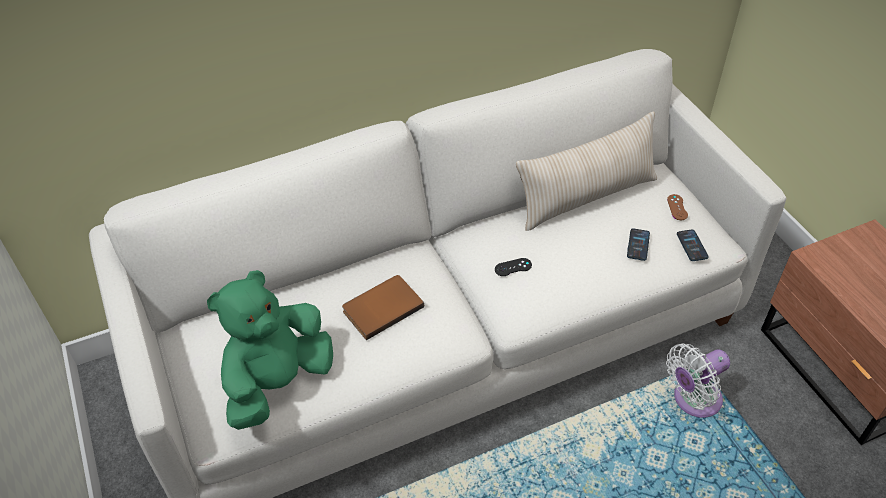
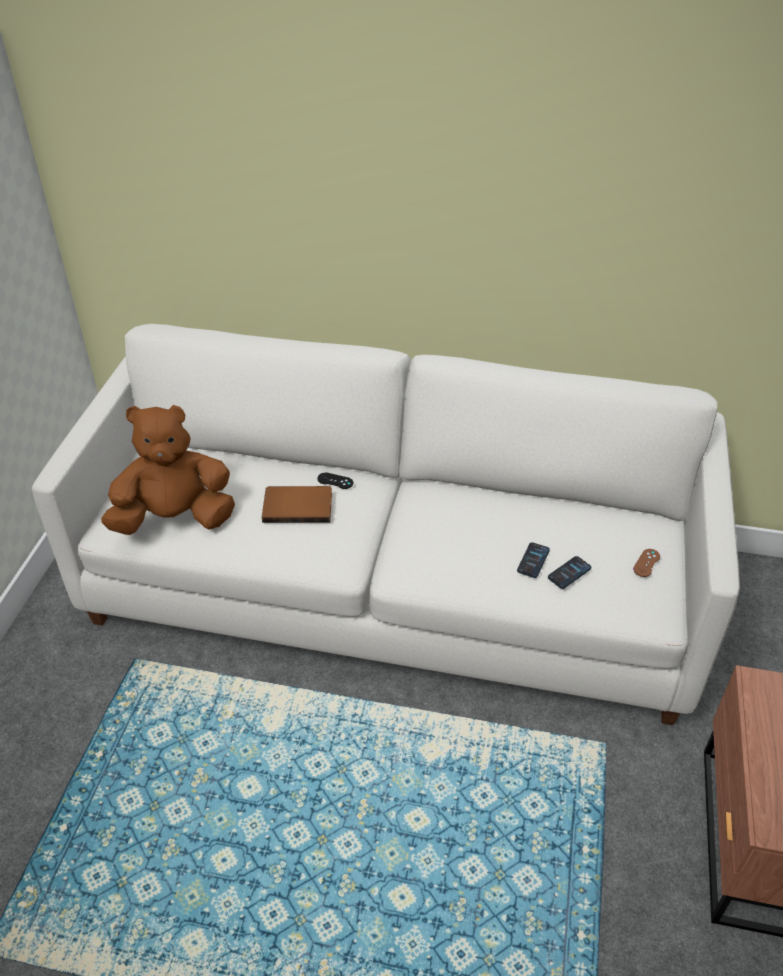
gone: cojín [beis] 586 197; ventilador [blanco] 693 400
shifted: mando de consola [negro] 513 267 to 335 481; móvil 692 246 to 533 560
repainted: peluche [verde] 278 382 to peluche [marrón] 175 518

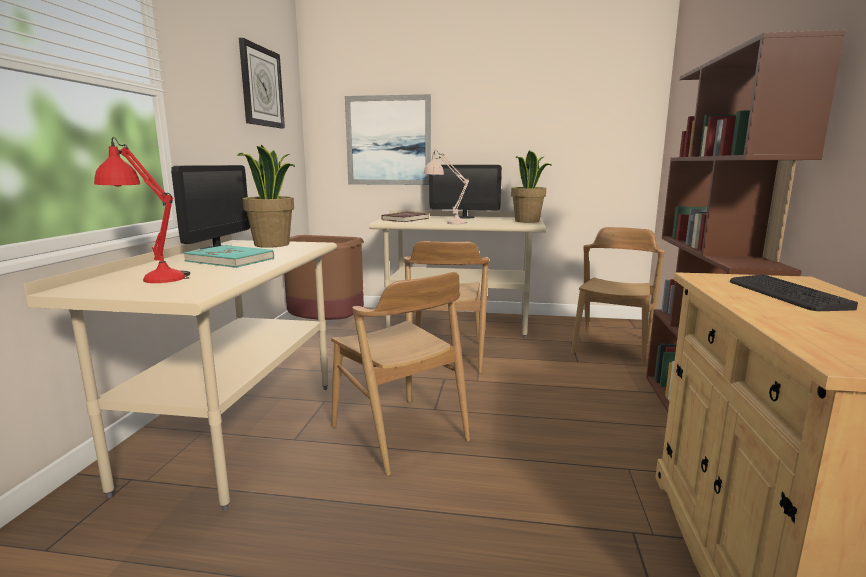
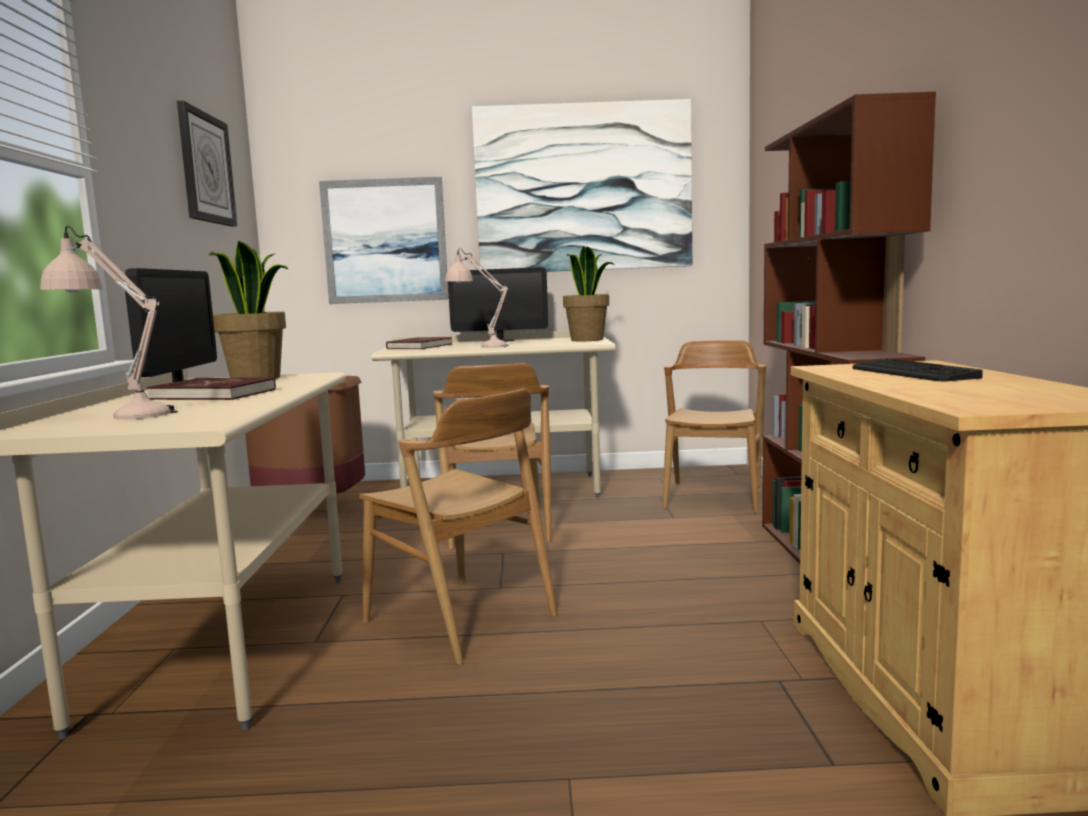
new: cuadro 583 188
repainted: lámpara de mesa [rojo] 150 277 to lámpara de mesa [beis] 119 414; libro [turquesa] 230 260 to libro [rojo] 214 394

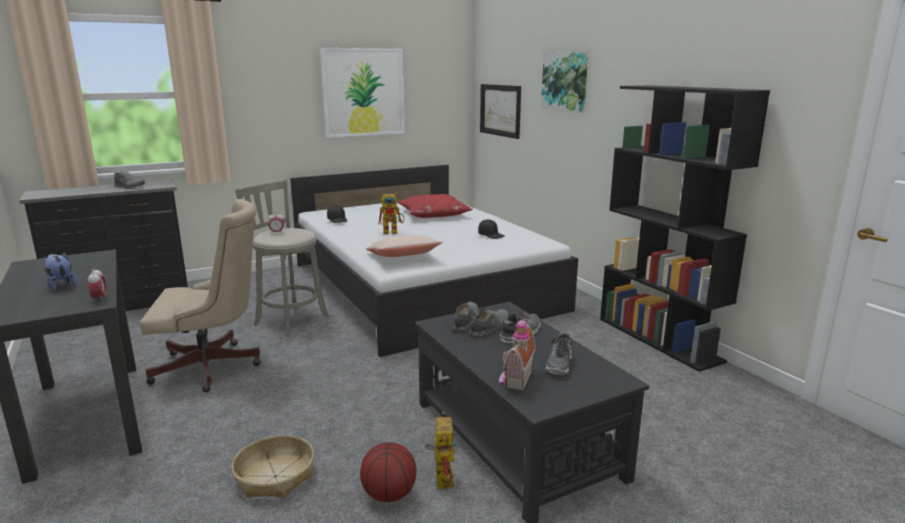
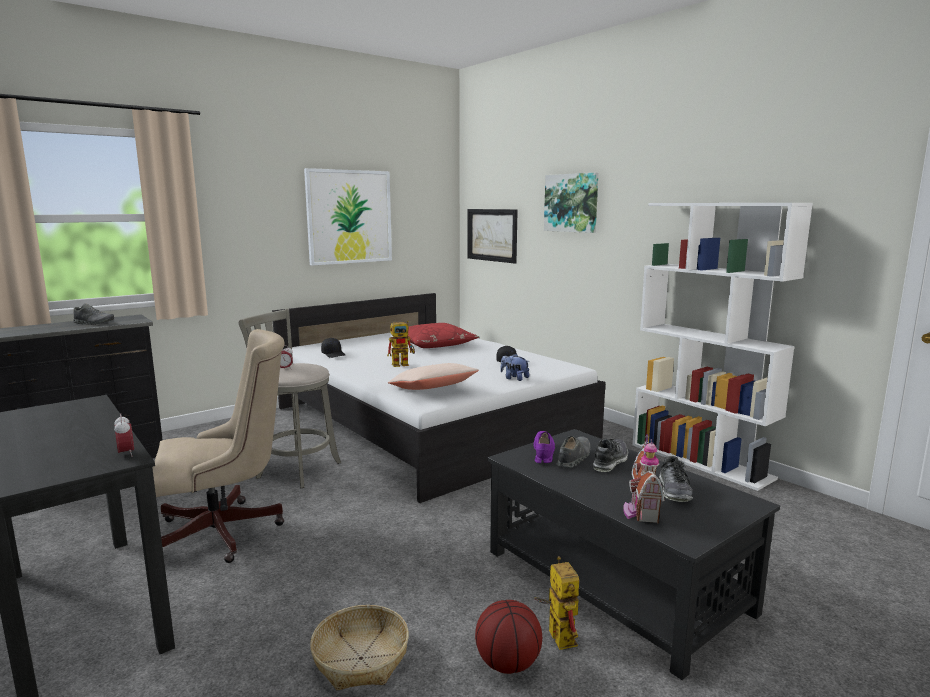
shifted: peluche 61 285 to 514 378
repainted: zapato [gris] 465 321 to zapato [morado] 543 453; estantería [negro] 659 339 to estantería [blanco] 701 461

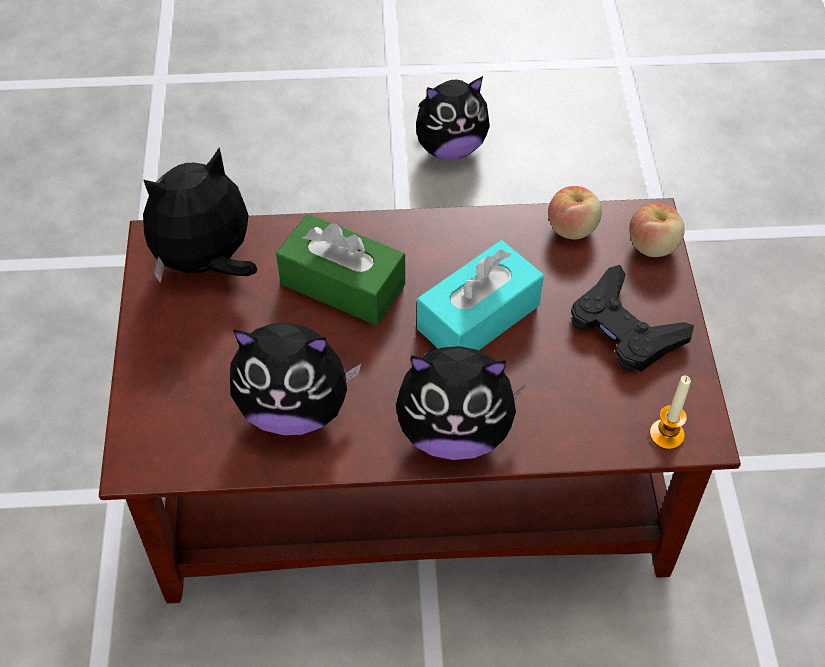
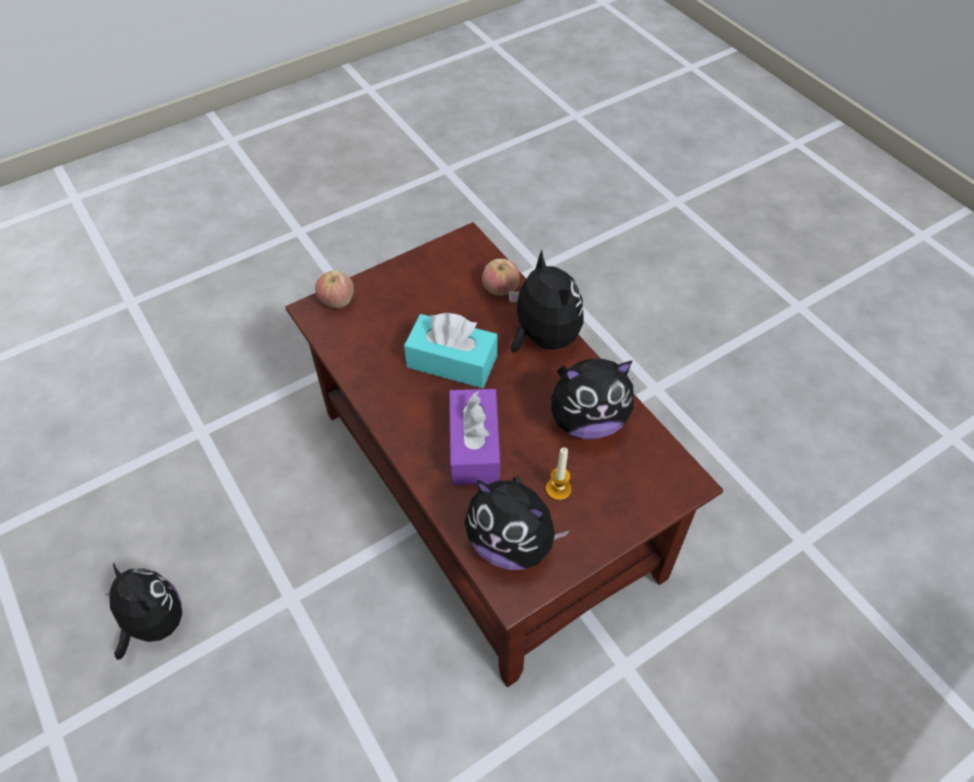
gone: mando de consola [negro] 624 328
shifted: manzana 572 228 to 500 289; vela 666 435 to 558 489
repainted: caja de pañuelos [verde] 342 284 to caja de pañuelos [morado] 474 446
rotated: peluche 294 408 = 587 421 105 degrees clockwise

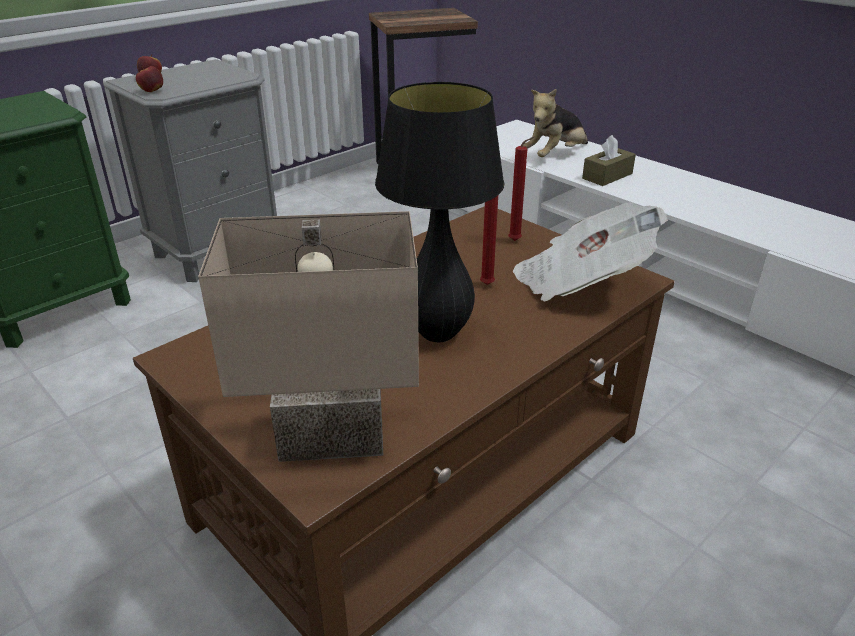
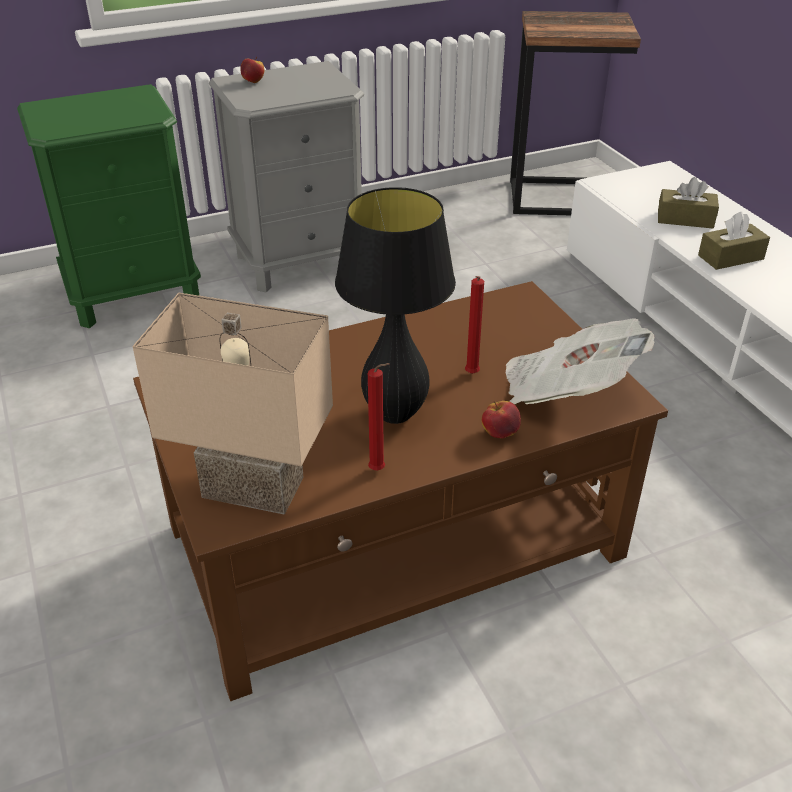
shifted: manzana 152 91 to 500 433; vela [rojo] 517 241 to 379 471
swapped: peluche 555 155 to caja de pañuelos [marrón] 685 219

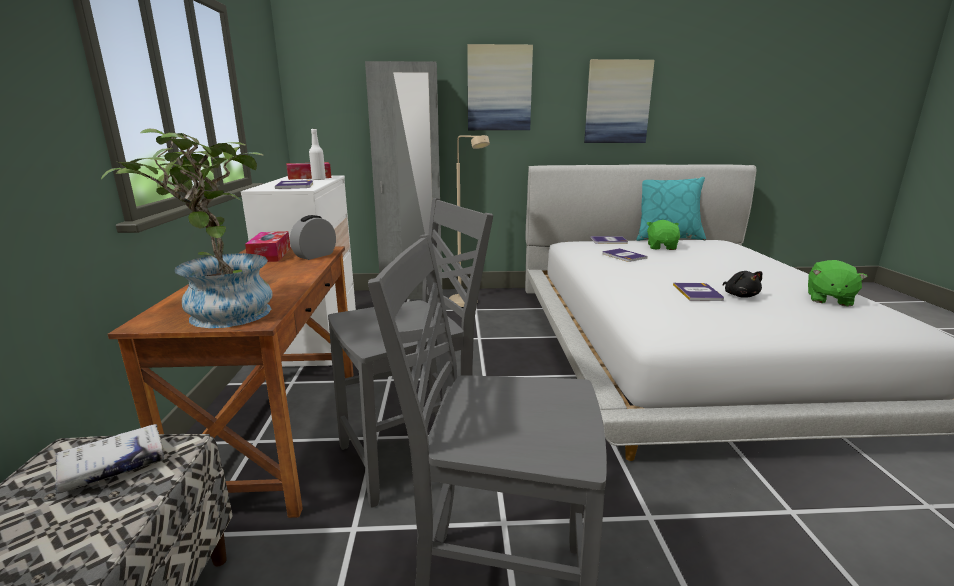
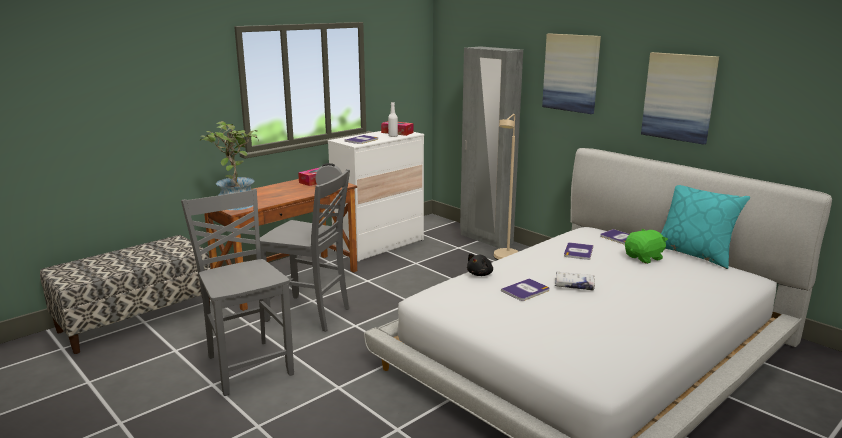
gone: peluche [verde] 828 299
shifted: libro [blanco] 113 466 to 574 285; peluche [negro] 740 295 to 480 274

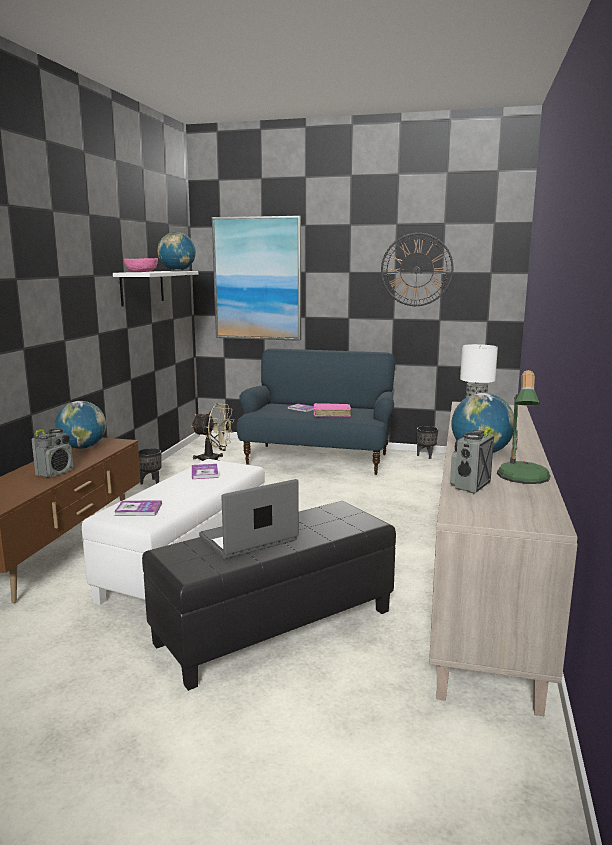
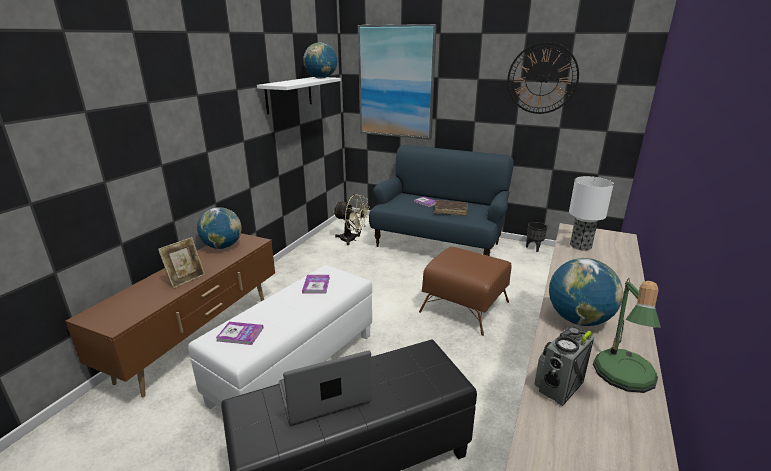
gone: cuenco [rosa] 141 272; maceta [negro] 151 482
new: puf [marrón] 465 307
swapped: radio 55 472 to portarretratos 186 279
repainted: libro [rosa] 332 414 to libro [marrón] 450 211

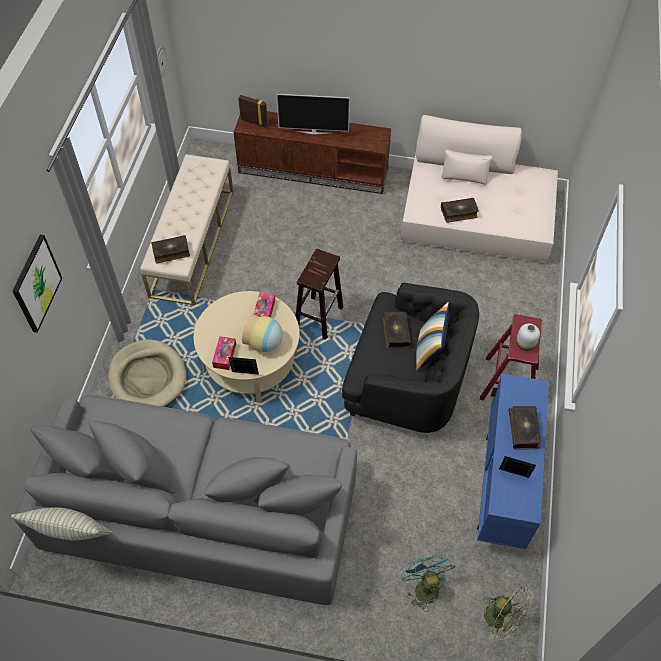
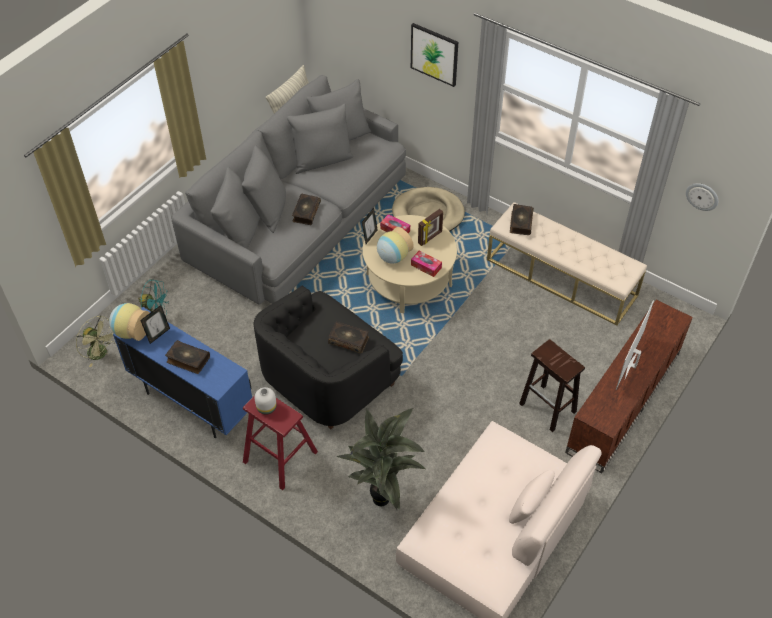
gone: cojín 429 351
new: florero 131 331; planta en maceta 385 500
shifted: portarretratos 254 121 to 430 238; taburete [marrón] 319 317 to 548 408; libro 459 213 to 306 212
rotated: ventilador [verde] 501 619 = 101 354 120 degrees counterclockwise

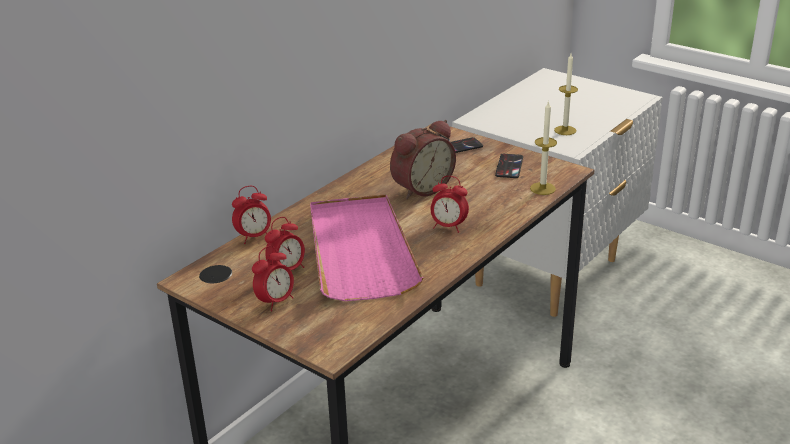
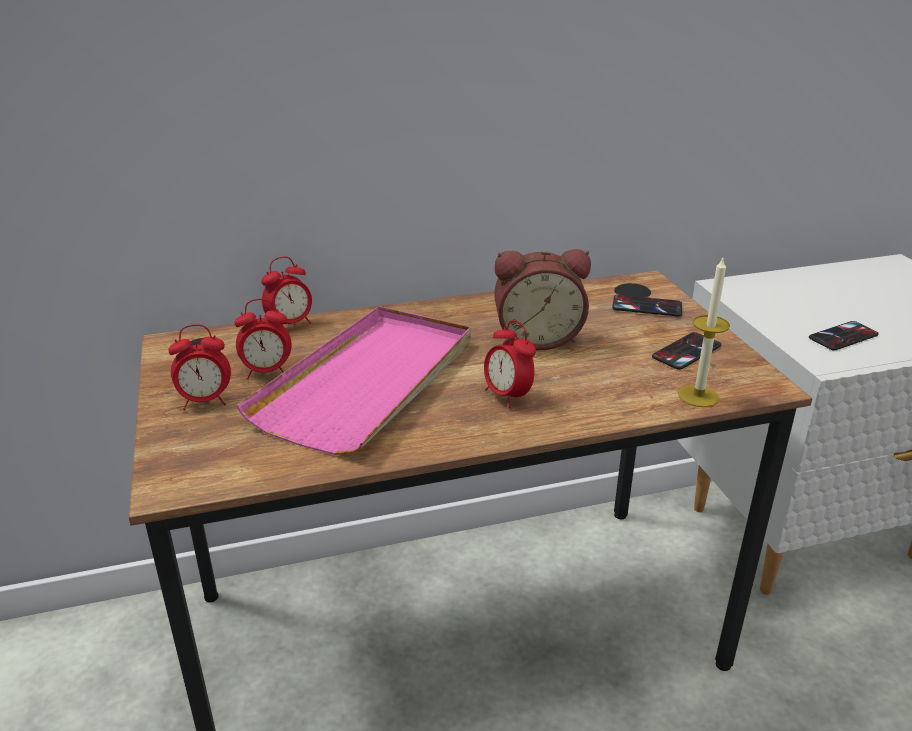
swapped: vela 565 130 to móvil 843 336
rotated: despertador 254 237 = 290 324 45 degrees counterclockwise

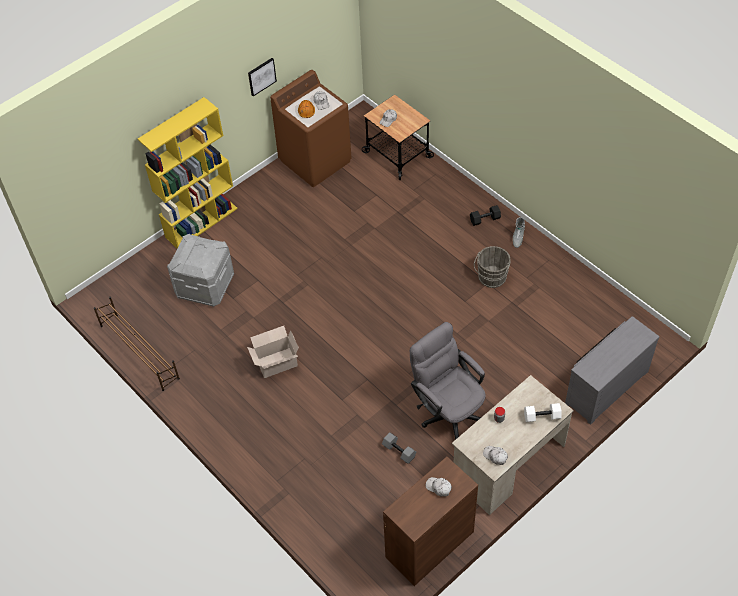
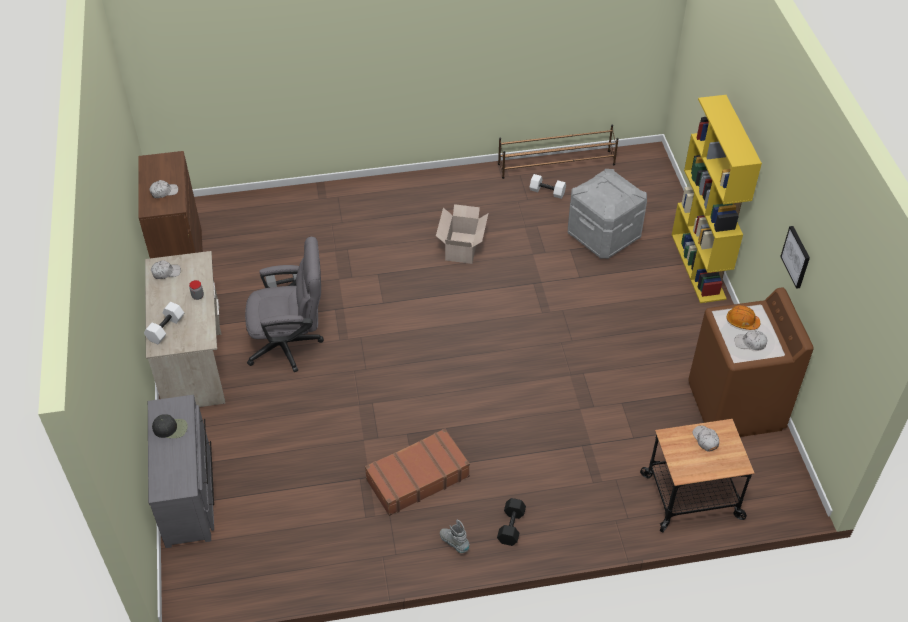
new: gorra [negro] 170 428; mancuerna [blanco] 547 191
swapped: cubo [gris] 491 278 to maleta [marrón] 417 477

